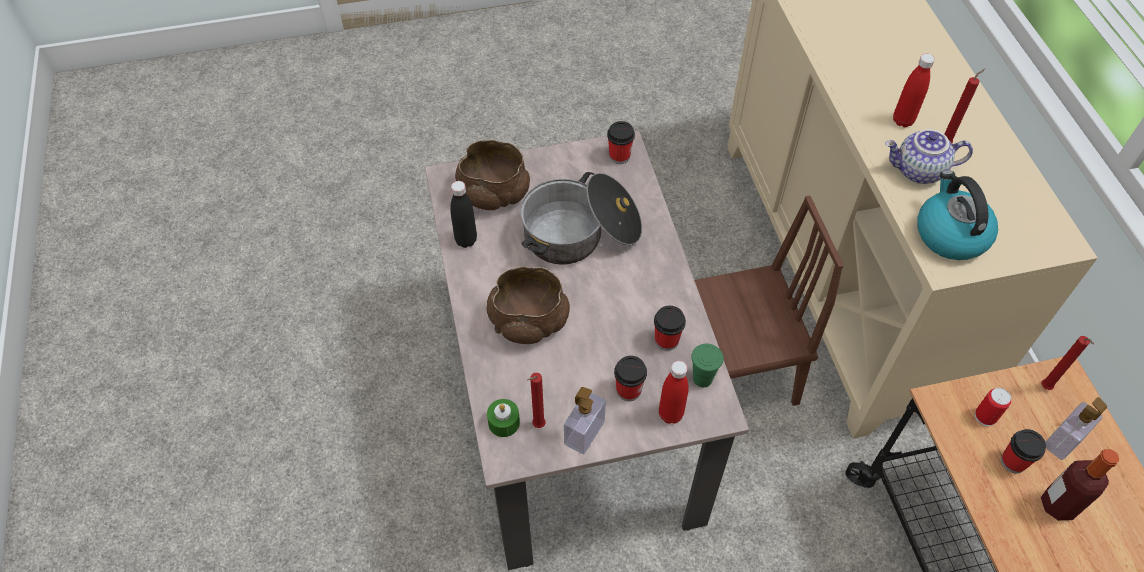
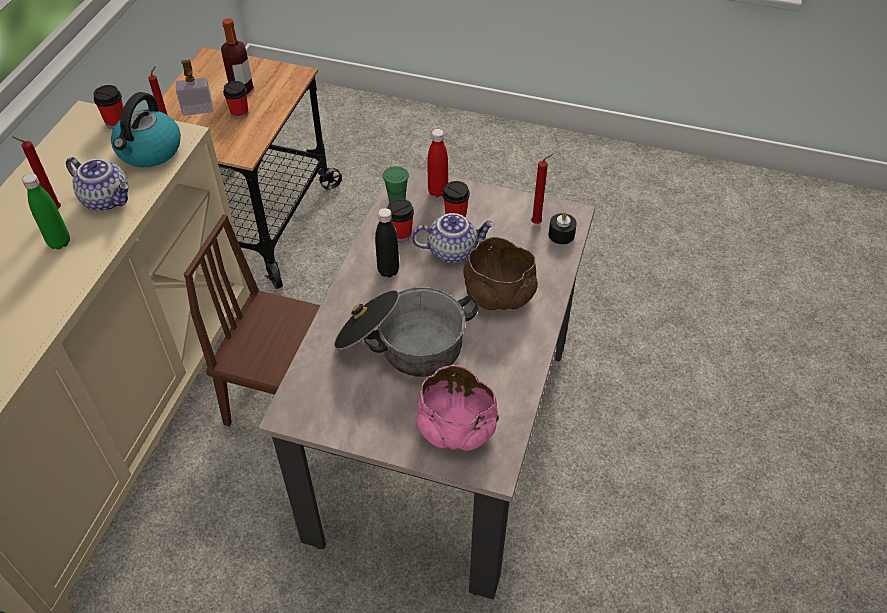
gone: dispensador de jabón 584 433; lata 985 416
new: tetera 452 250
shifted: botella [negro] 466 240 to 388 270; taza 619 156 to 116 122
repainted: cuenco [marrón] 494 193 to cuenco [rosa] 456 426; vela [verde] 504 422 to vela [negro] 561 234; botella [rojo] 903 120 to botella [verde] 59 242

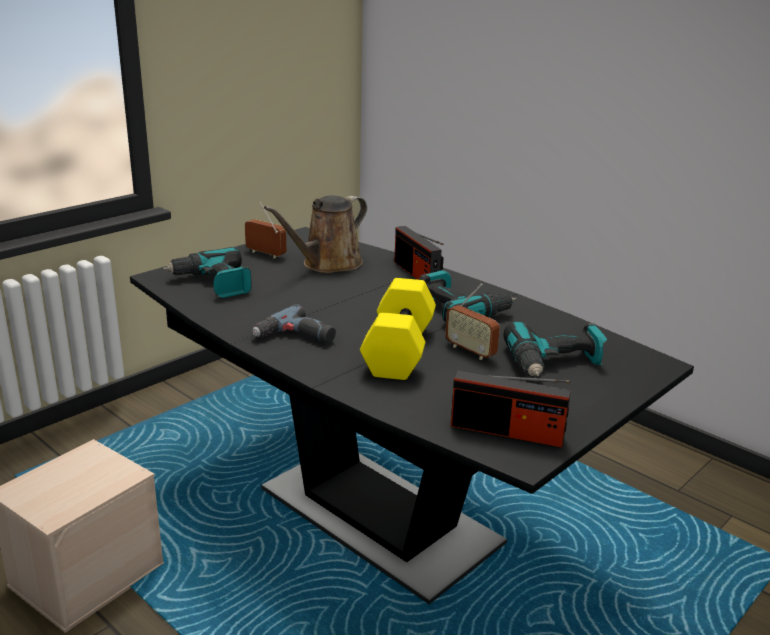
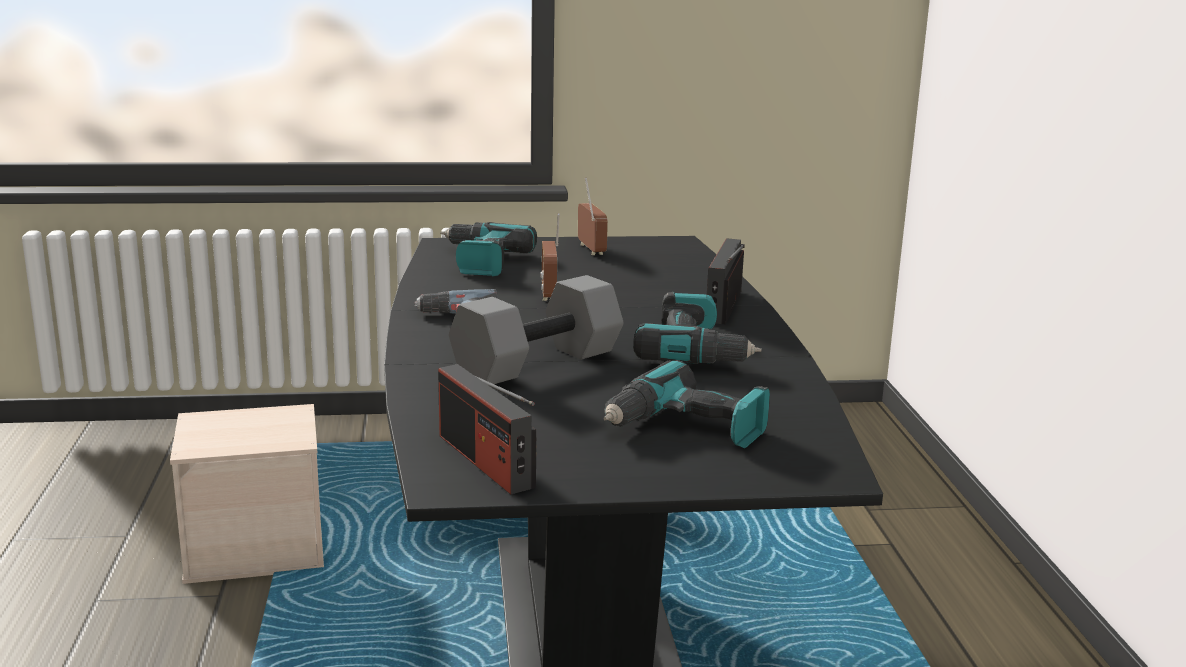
gone: regadera [marrón] 327 264
shifted: radio 470 351 to 549 293
repainted: mancuerna [amarillo] 397 349 to mancuerna [gris] 537 361

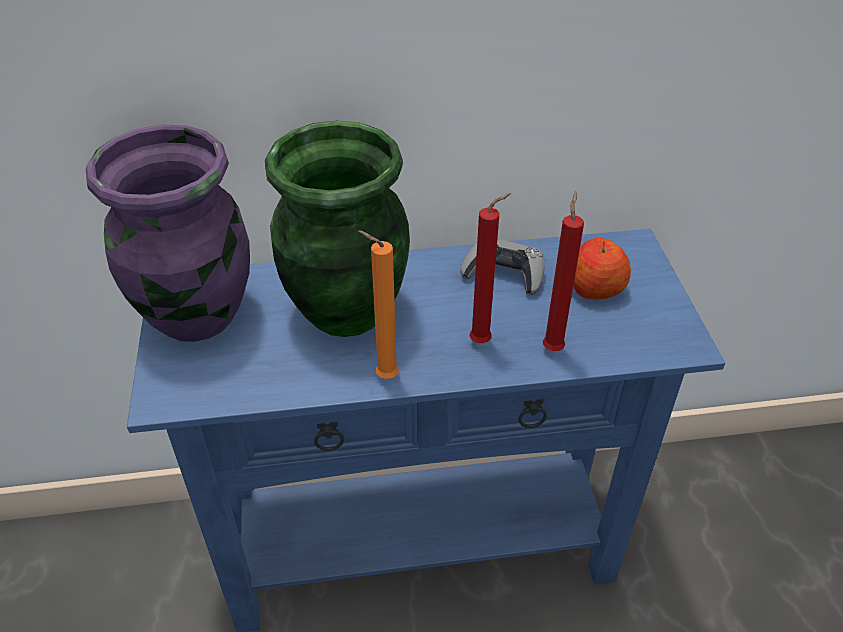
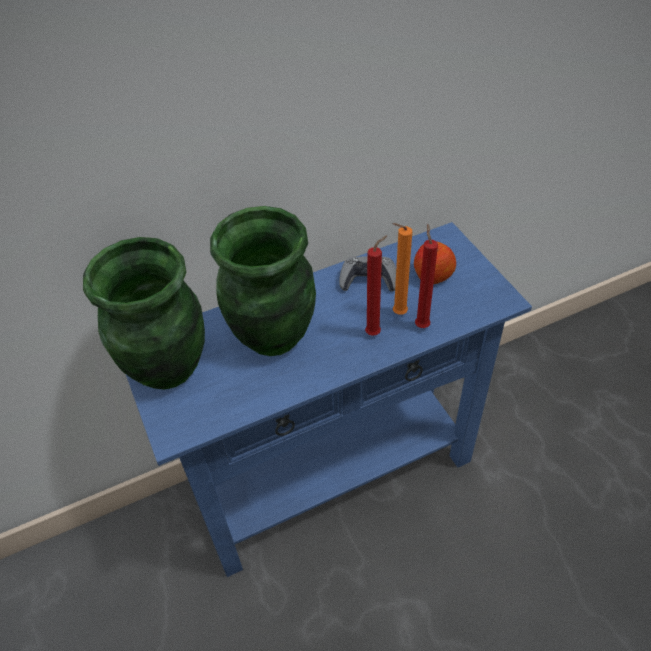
shifted: vela [naranja] 383 376 to 397 313
repainted: florero [morado] 196 317 to florero [verde] 167 368

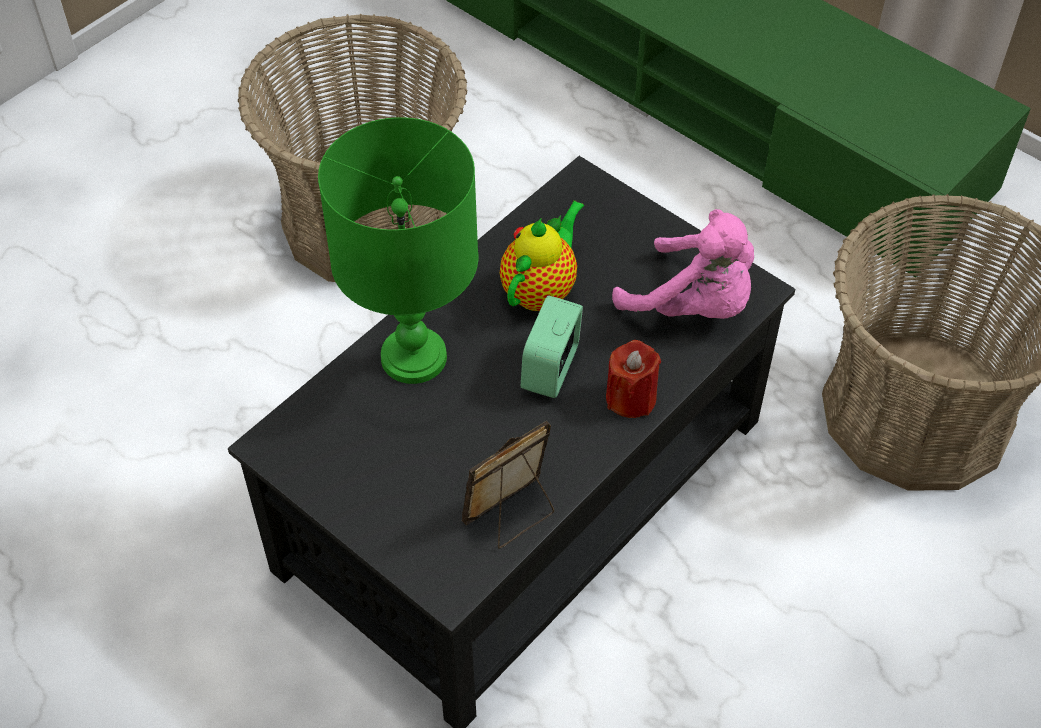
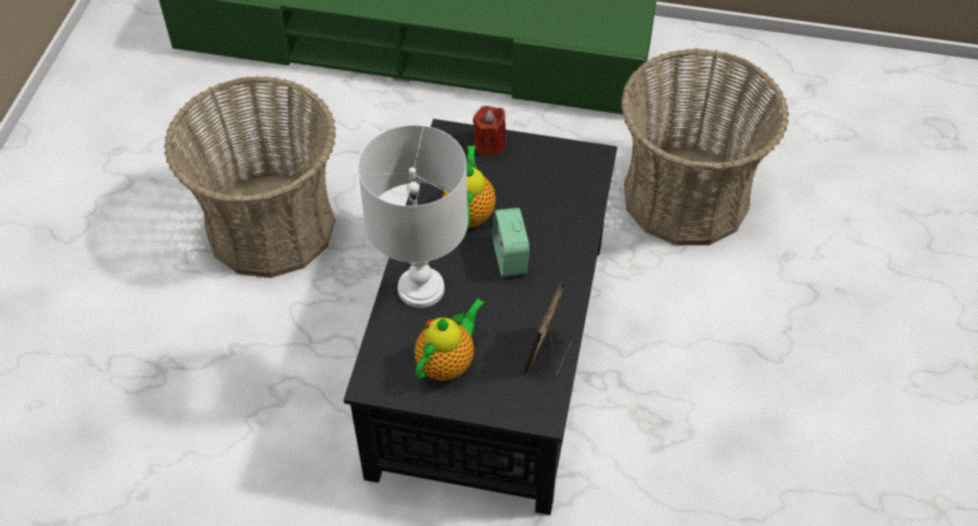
gone: peluche [rosa] 693 305
new: tetera 448 362
shifted: vela [rojo] 631 398 to 489 144
repainted: lámpara de mesa [verde] 415 358 to lámpara de mesa [blanco] 422 288

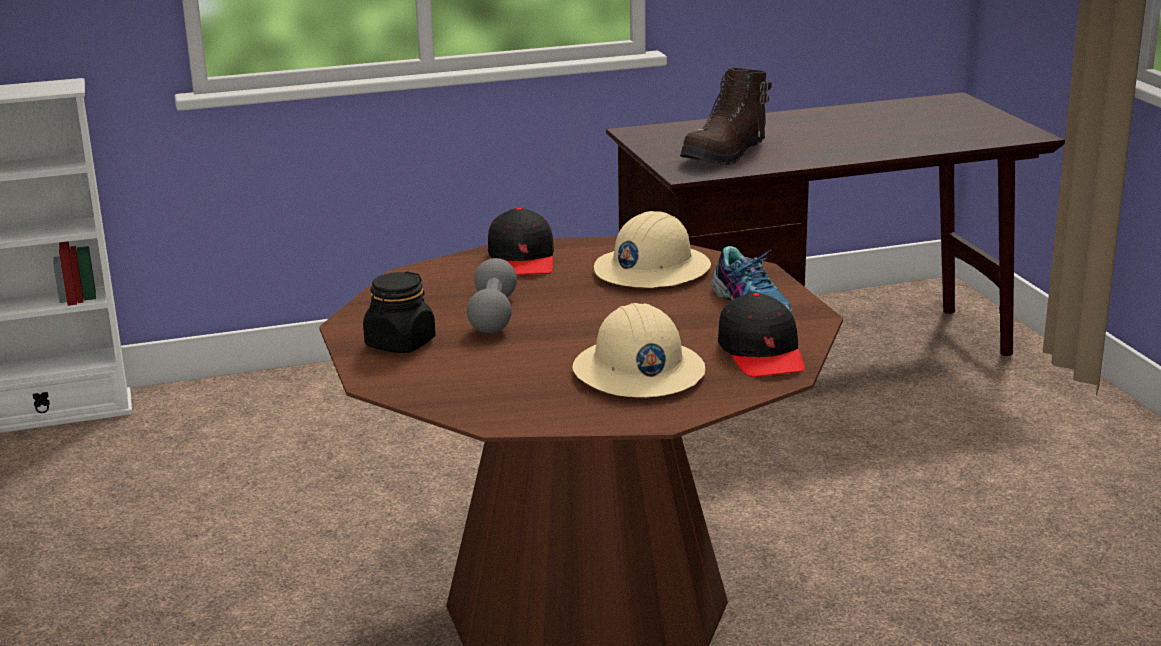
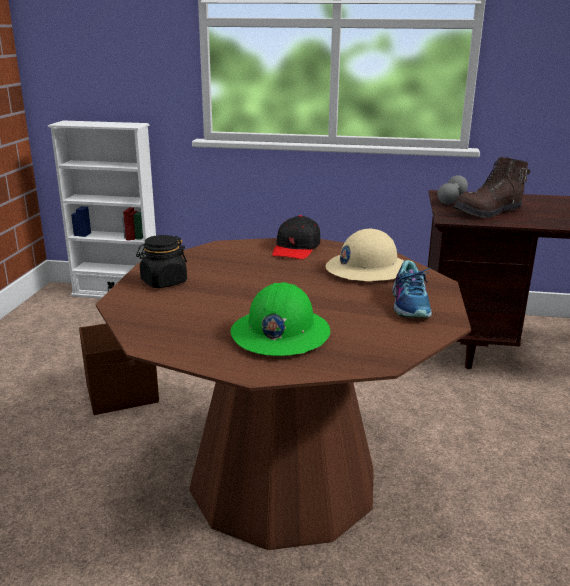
gone: gorra [negro] 762 353
new: caja de almacenaje [marrón] 123 394
shifted: mancuerna [gris] 493 315 to 451 199
repainted: casco [beis] 637 372 to casco [verde] 280 334

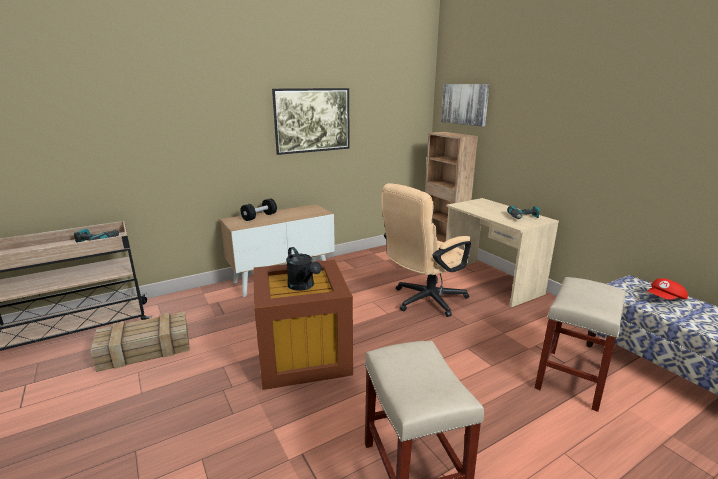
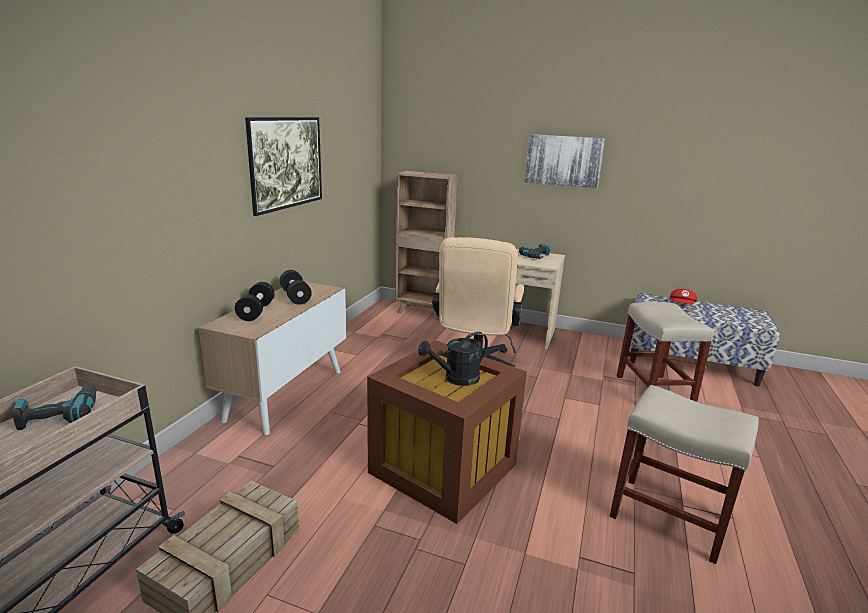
new: mancuerna [negro] 295 297
shifted: cuadro 465 104 to 563 160
rotated: regadera [negro] 303 286 = 456 379 135 degrees clockwise

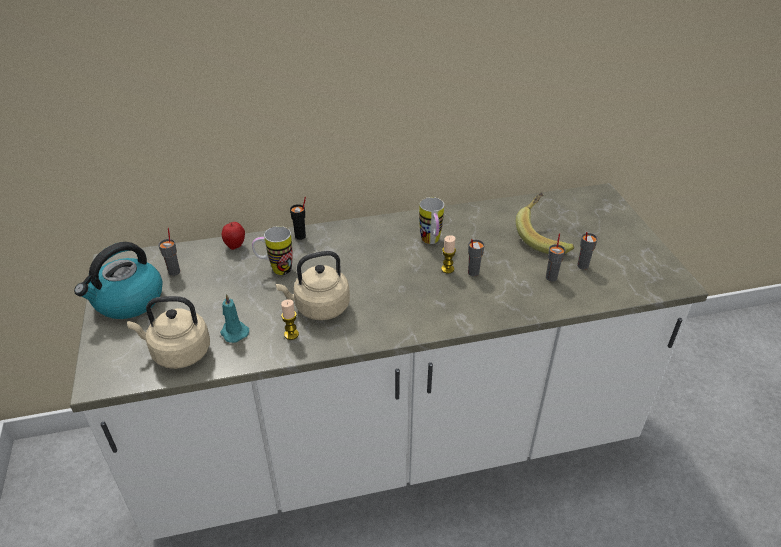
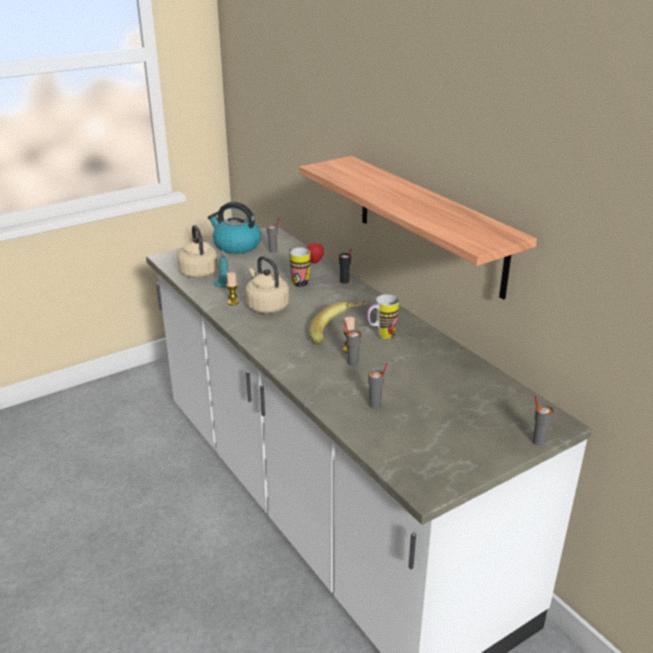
new: estante 429 224
shifted: plátano 544 237 to 338 334; taza [gris] 582 266 to 538 441

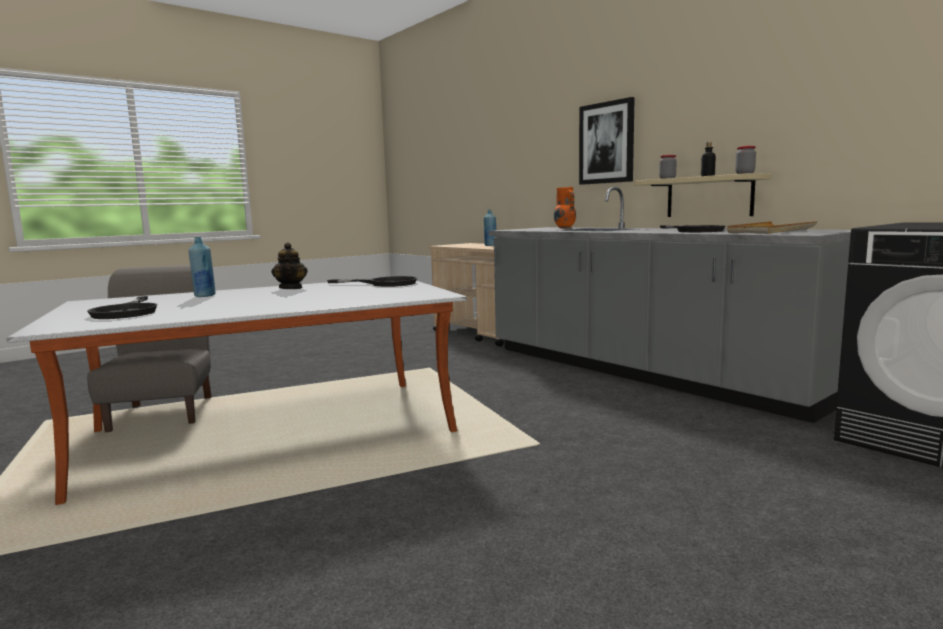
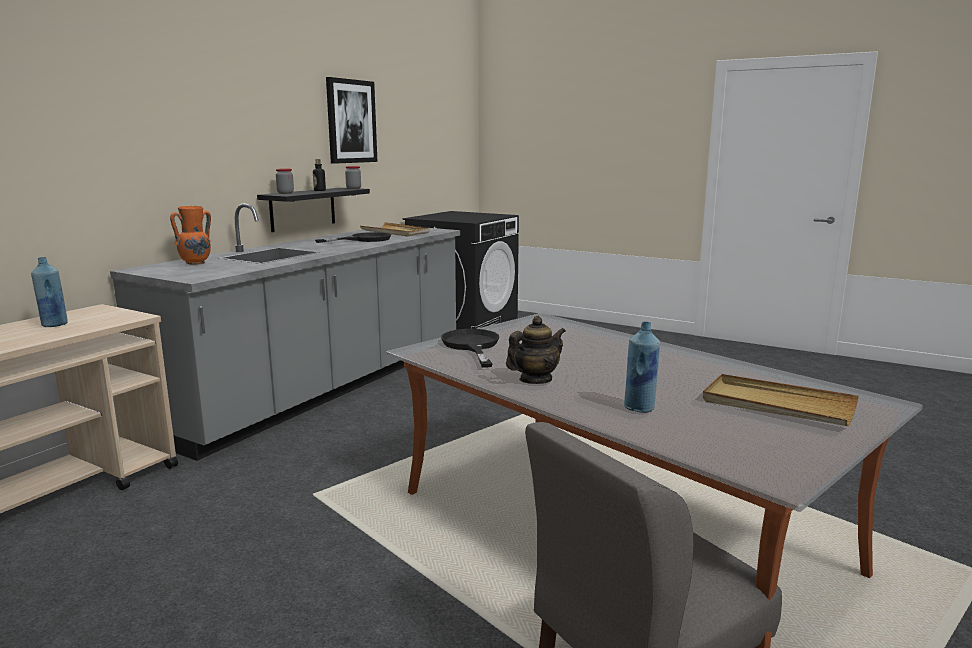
shifted: cuadro 606 143 to 351 121
swapped: sartén [negro] 127 312 to bandeja [beis] 777 405
repainted: estante [beis] 709 197 to estante [negro] 303 209

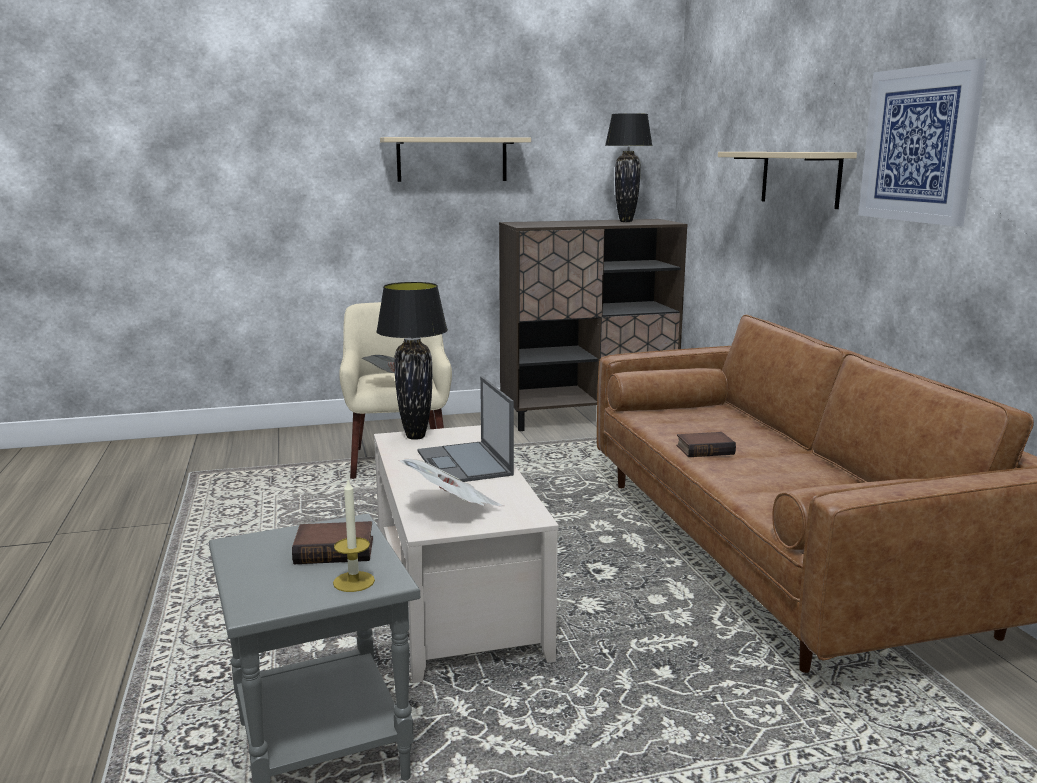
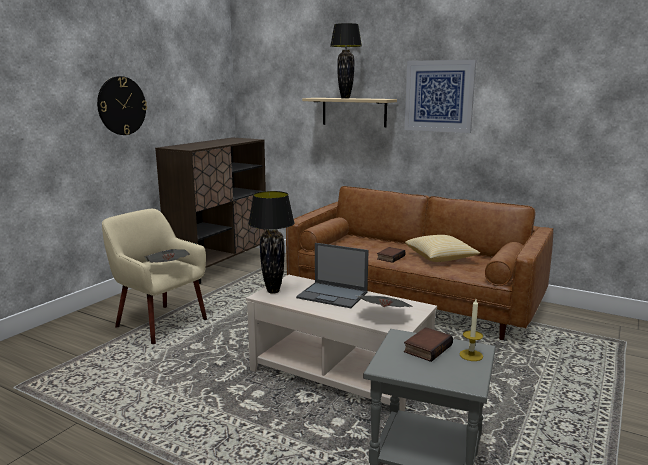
new: cojín 440 258
shifted: lámpara de mesa [negro] 625 221 to 345 98
swapped: estante [beis] 452 159 to reloj de pared 121 106

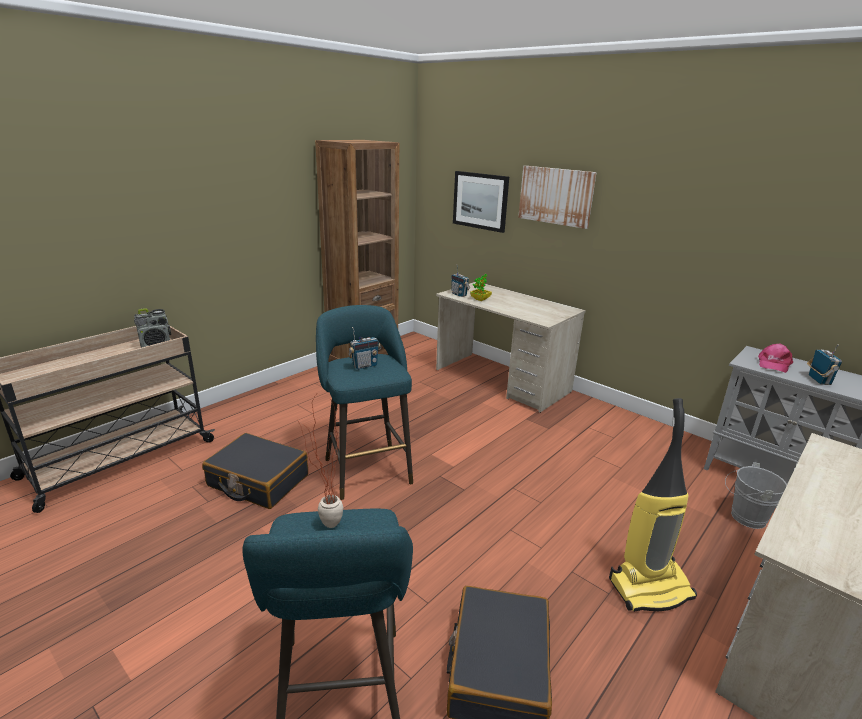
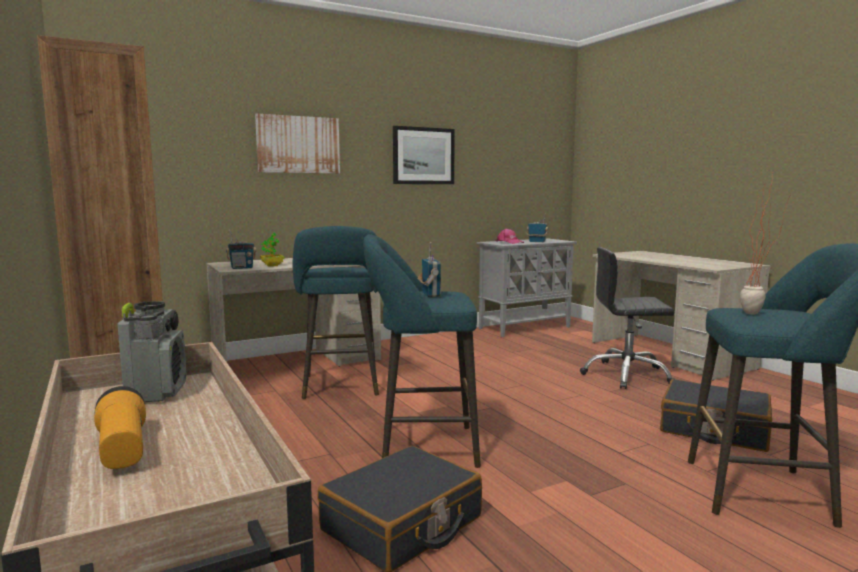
gone: cubo [gris] 744 517
new: linterna 122 449; taburete [turquesa] 340 387
shifted: cuadro 480 201 to 423 156
swapped: aspiradora 650 587 to silla de oficina [negro] 626 375

